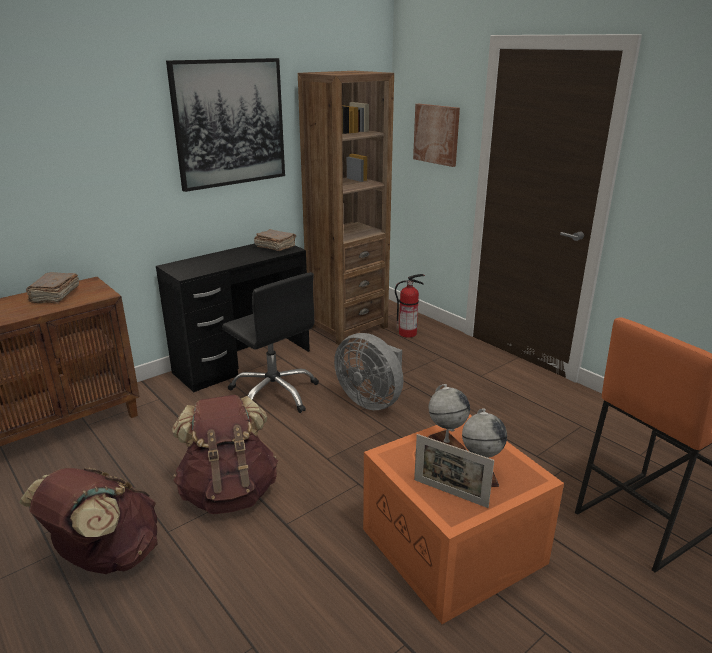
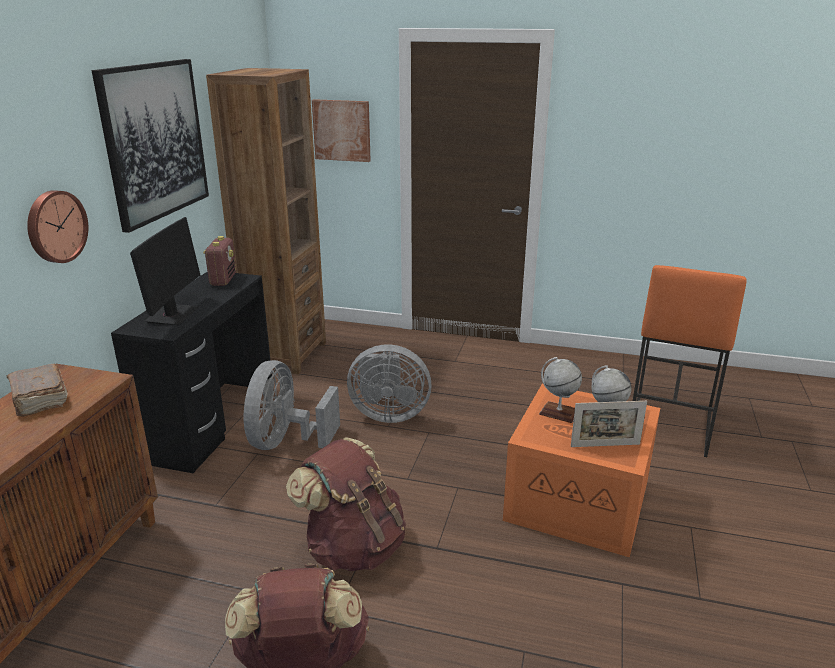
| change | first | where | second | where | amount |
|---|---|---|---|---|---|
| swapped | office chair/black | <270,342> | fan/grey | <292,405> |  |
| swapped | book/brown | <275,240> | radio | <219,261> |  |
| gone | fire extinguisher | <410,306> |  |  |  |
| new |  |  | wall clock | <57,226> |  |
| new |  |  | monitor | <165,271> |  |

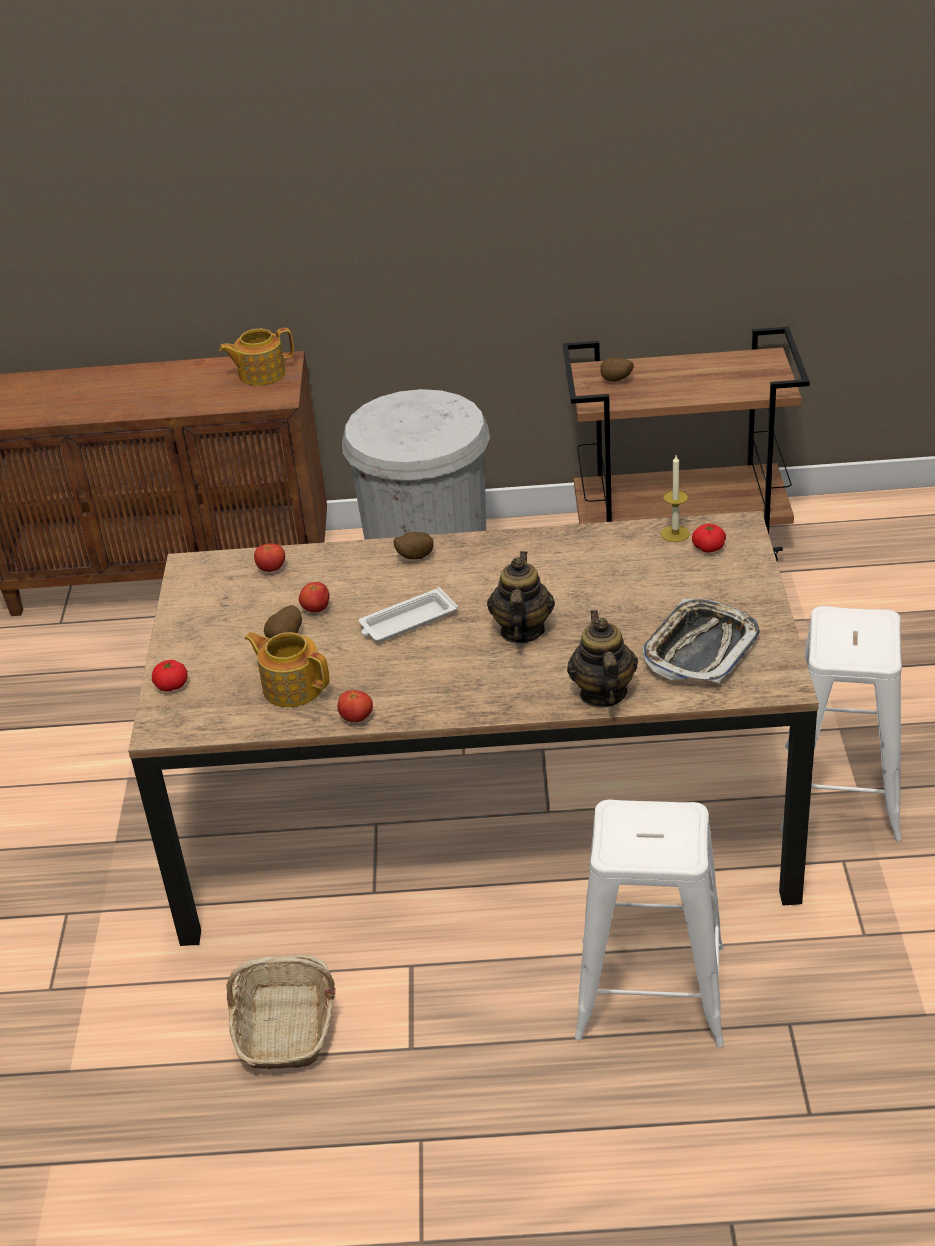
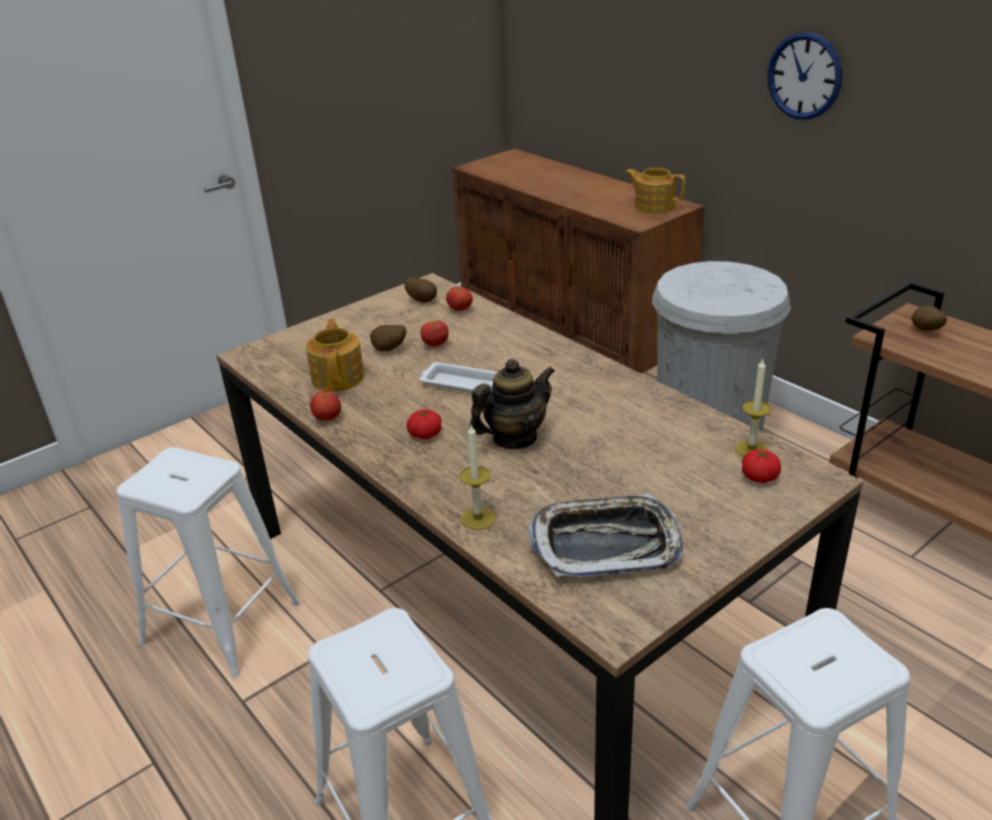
| change | first | where | second | where | amount |
|---|---|---|---|---|---|
| shifted | tomato | <169,676> |  | <424,424> |  |
| swapped | basket | <281,1012> | stool/white | <208,562> |  |
| shifted | potato | <414,546> |  | <421,290> |  |
| swapped | teapot | <602,659> | candle | <478,477> |  |
| new |  |  | wall clock | <805,76> |  |

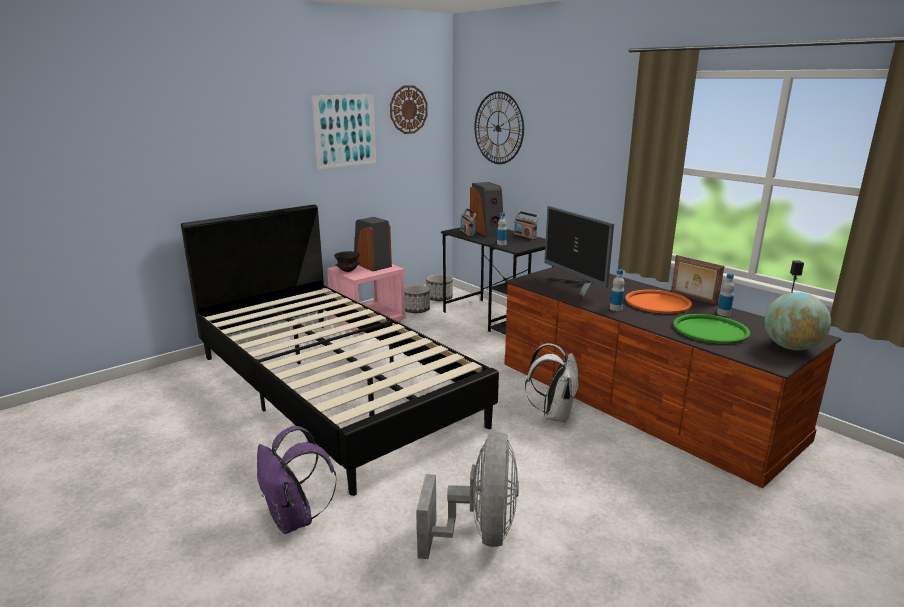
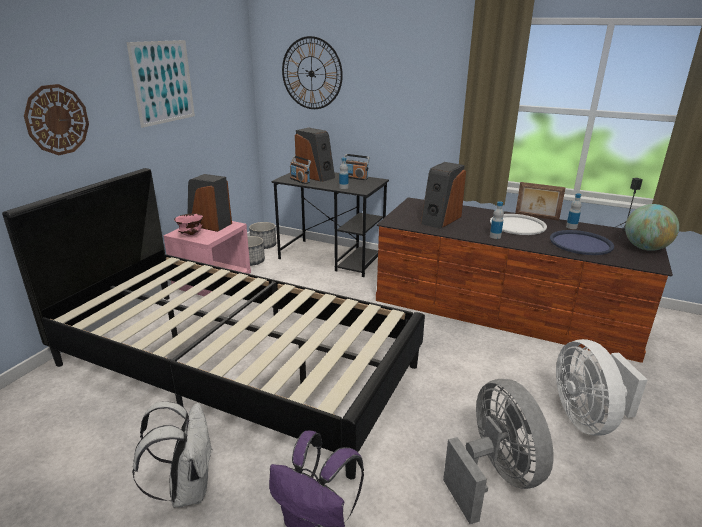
| change | first | where | second | where | amount |
|---|---|---|---|---|---|
| repainted | bowl/black | <347,261> | bowl/pink | <188,225> |  |
| shifted | wall clock | <409,109> |  | <56,119> |  |
| shifted | backpack/white | <552,383> |  | <172,454> |  |
| swapped | monitor | <579,252> | speaker | <443,195> |  |
| repainted | tray/orange | <658,302> | tray/white | <518,224> |  |
| repainted | tray/green | <711,329> | tray/blue | <582,242> |  |
| new |  |  | fan/white | <601,387> |  |

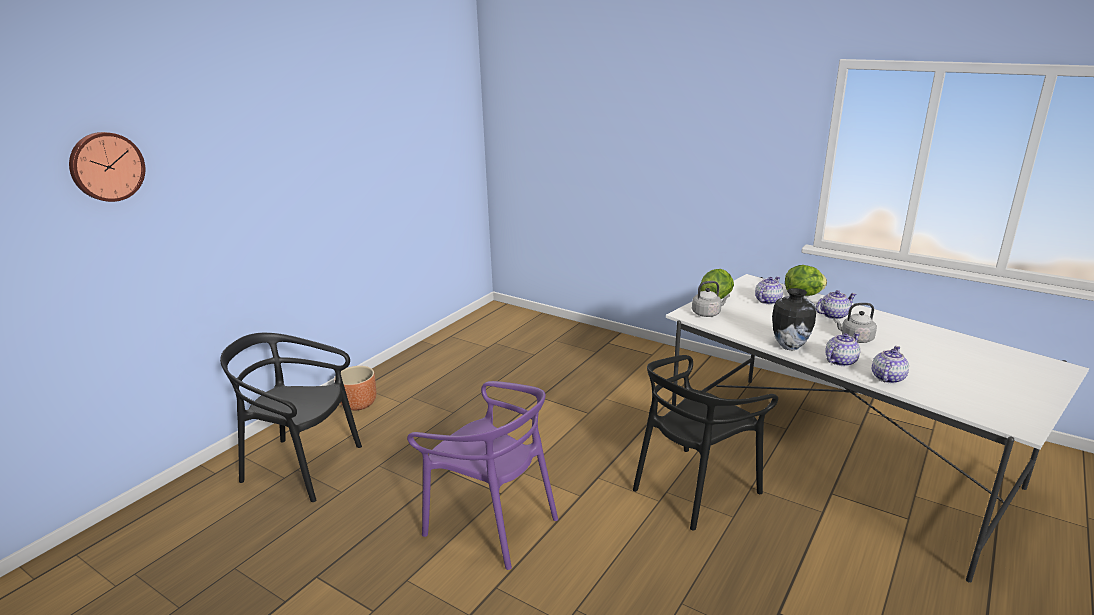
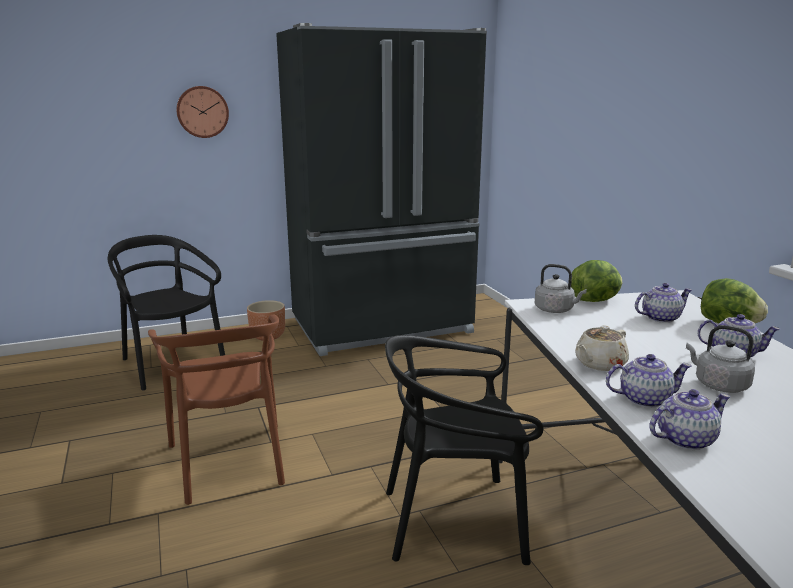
| change | first | where | second | where | amount |
|---|---|---|---|---|---|
| shifted | wall clock | <107,167> |  | <202,112> |  |
| repainted | chair/purple | <482,475> | chair/brown | <216,410> |  |
| swapped | vase | <794,319> | teapot/beige | <602,348> |  |
| new |  |  | fridge/black | <381,189> |  |

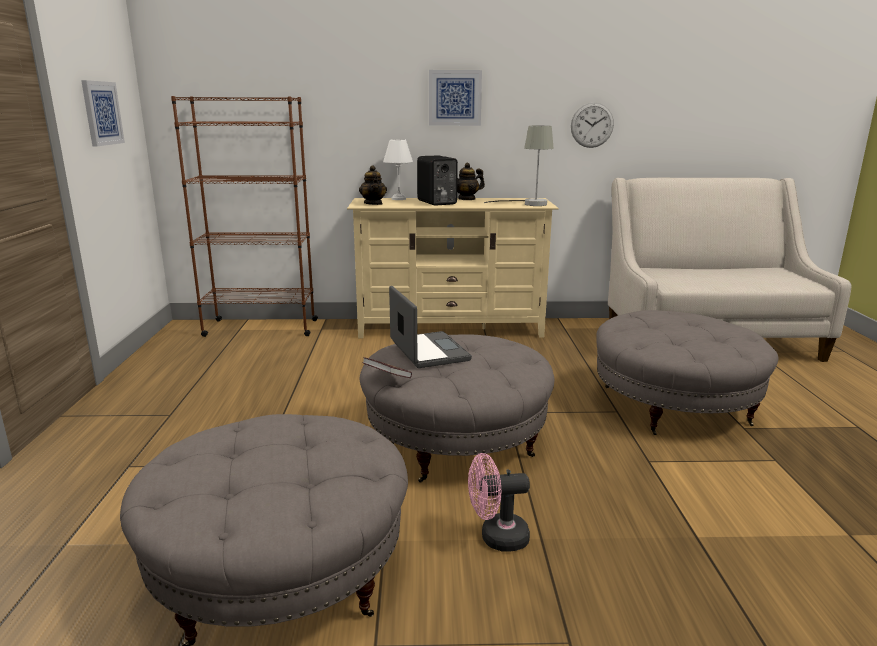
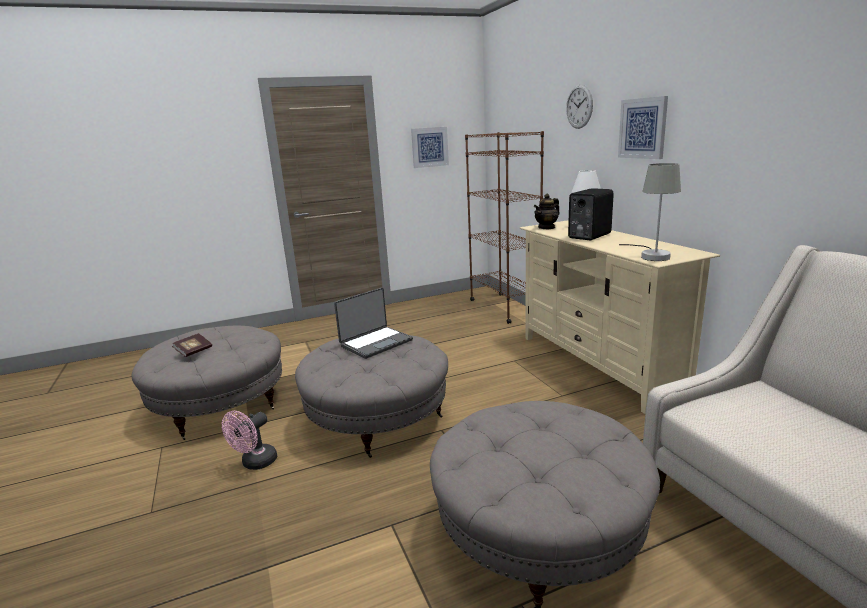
| change | first | where | second | where | amount |
|---|---|---|---|---|---|
| shifted | book | <387,367> |  | <192,345> |  |
| gone | teapot | <471,181> |  |  |  |
| rotated | fan/pink | <499,502> |  | <249,440> | 120 degrees counterclockwise |
| shifted | wall clock | <592,125> |  | <579,106> |  |

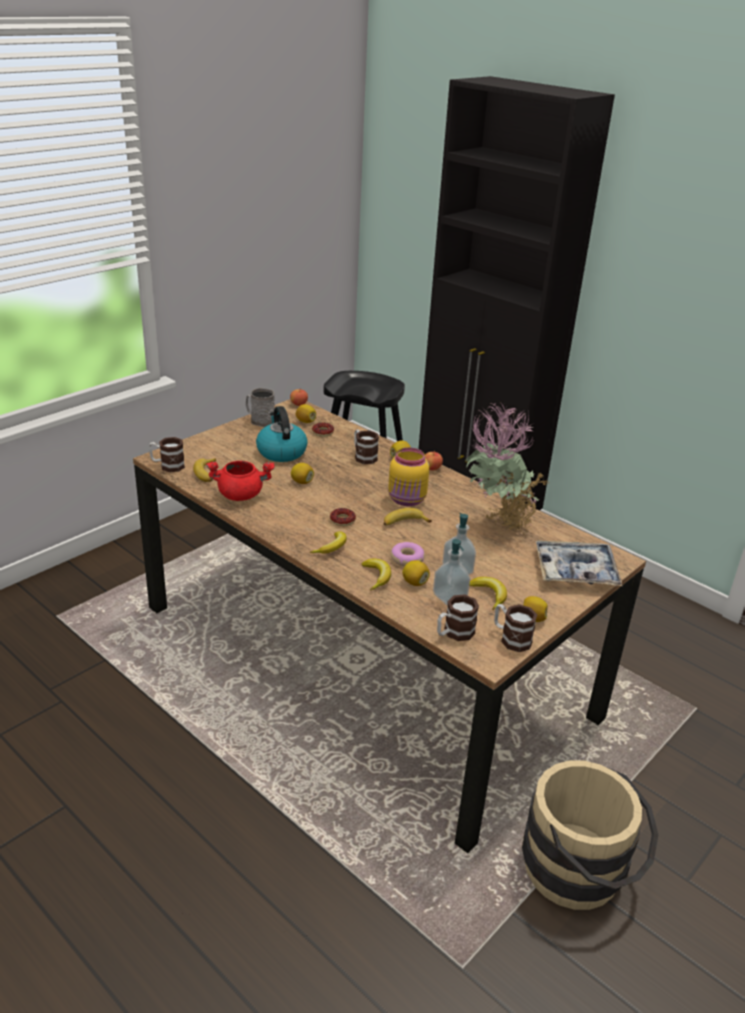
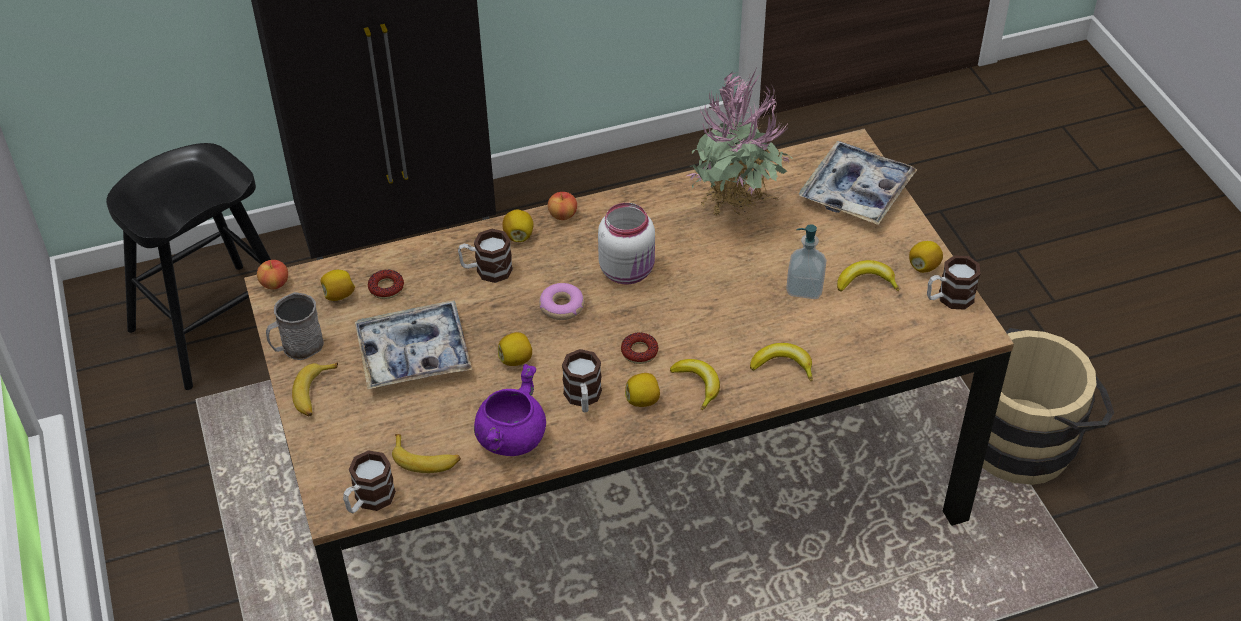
| change | first | where | second | where | amount |
|---|---|---|---|---|---|
| repainted | cooking pot/red | <240,481> | cooking pot/purple | <510,410> |  |
| swapped | kettle | <282,434> | tray | <413,345> |  |
| shifted | banana | <408,517> |  | <315,390> |  |
| repainted | jar/yellow | <408,476> | jar/white | <626,243> |  |
| shifted | donut | <408,554> |  | <561,301> |  |
| shifted | lemon | <416,573> |  | <642,390> |  |
| gone | soap dispenser | <451,572> |  |  |  |
| shifted | mug | <458,618> |  | <582,380> |  |

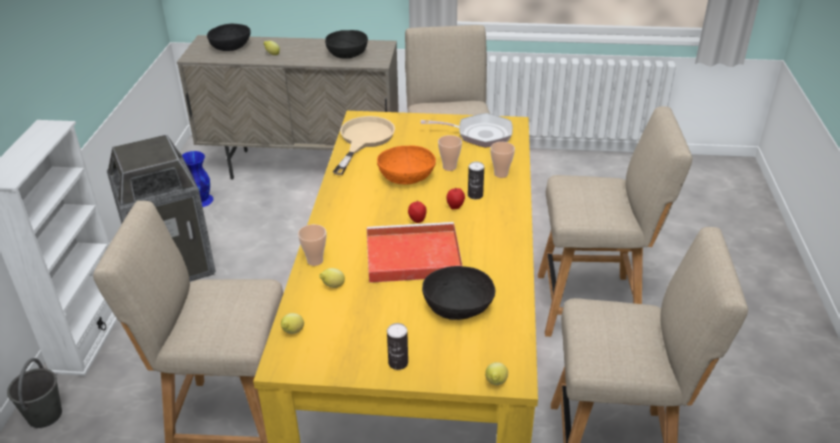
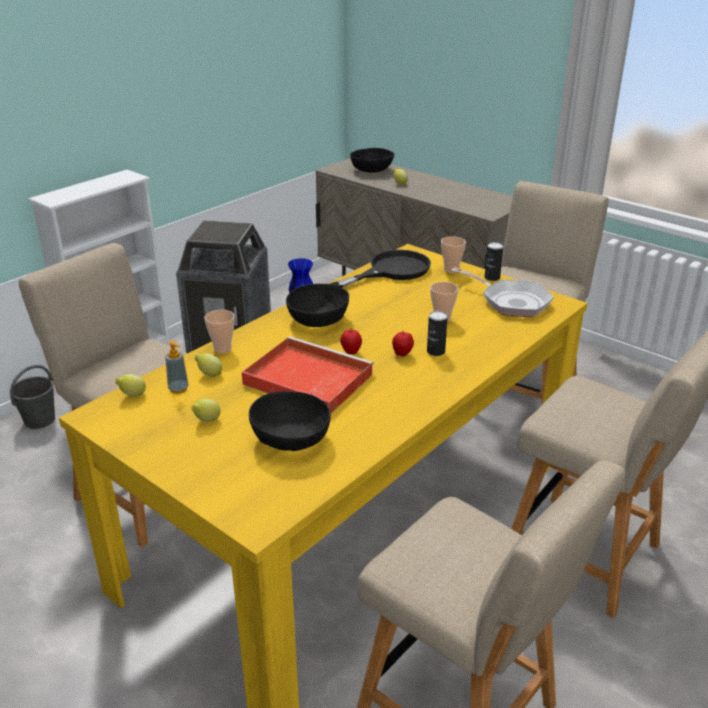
| change | first | where | second | where | amount |
|---|---|---|---|---|---|
| shifted | bowl/black | <346,44> |  | <317,305> |  |
| repainted | frying pan/beige | <364,145> | frying pan/black | <380,269> |  |
| gone | bowl/orange | <406,165> |  |  |  |
| shifted | can | <397,346> |  | <494,261> |  |
| shifted | lemon | <496,373> |  | <206,410> |  |
| shifted | cup | <502,160> |  | <453,254> |  |
| new |  |  | soap dispenser | <177,367> |  |

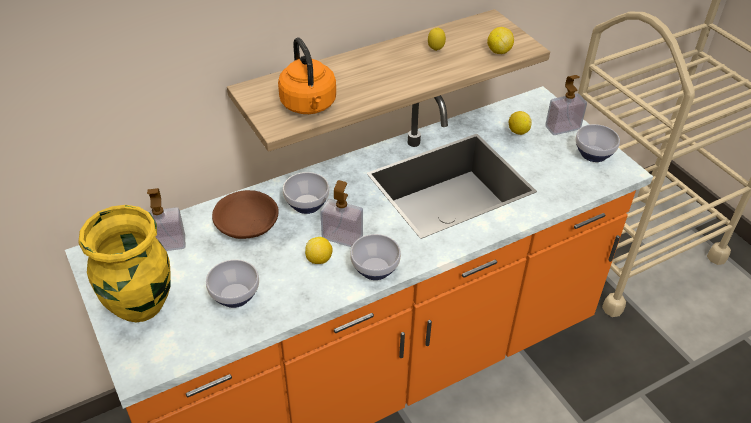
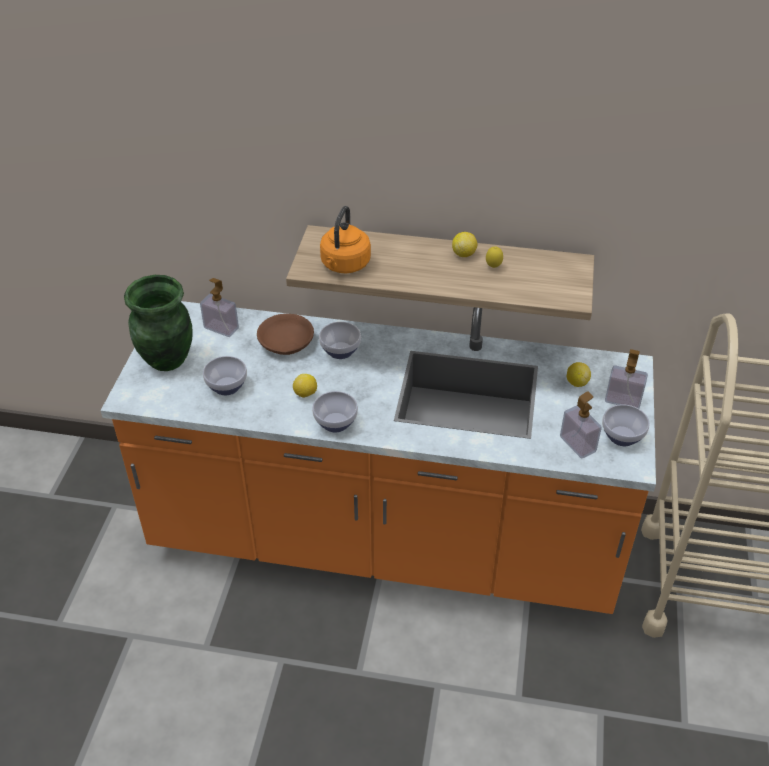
| change | first | where | second | where | amount |
|---|---|---|---|---|---|
| repainted | vase/yellow | <125,263> | vase/green | <158,323> |  |
| shifted | soap dispenser | <342,213> |  | <581,425> |  |
| shifted | lemon | <500,40> |  | <464,244> |  |

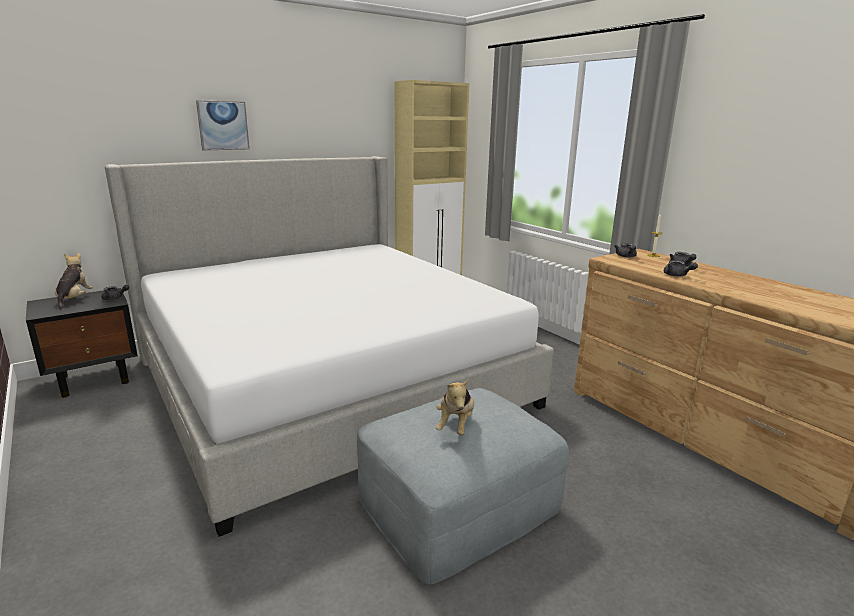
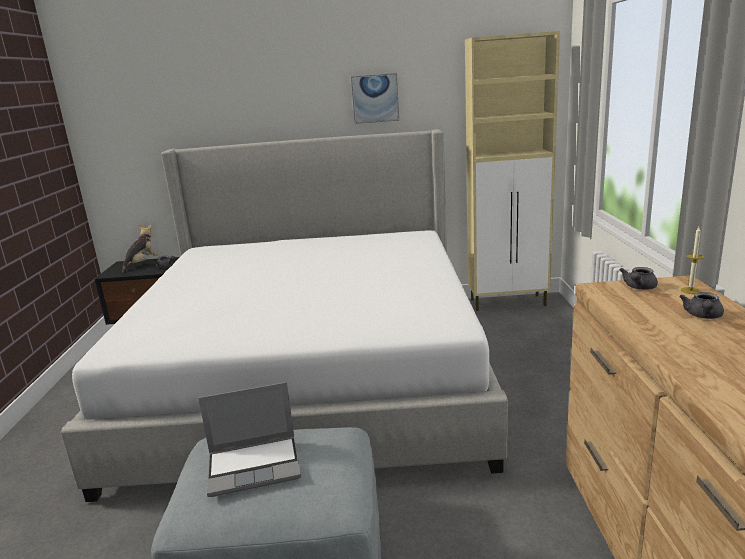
| change | first | where | second | where | amount |
|---|---|---|---|---|---|
| shifted | picture | <223,125> |  | <375,98> |  |
| swapped | plush toy | <455,406> | laptop | <249,439> |  |
| gone | teapot/grey | <681,268> |  |  |  |

